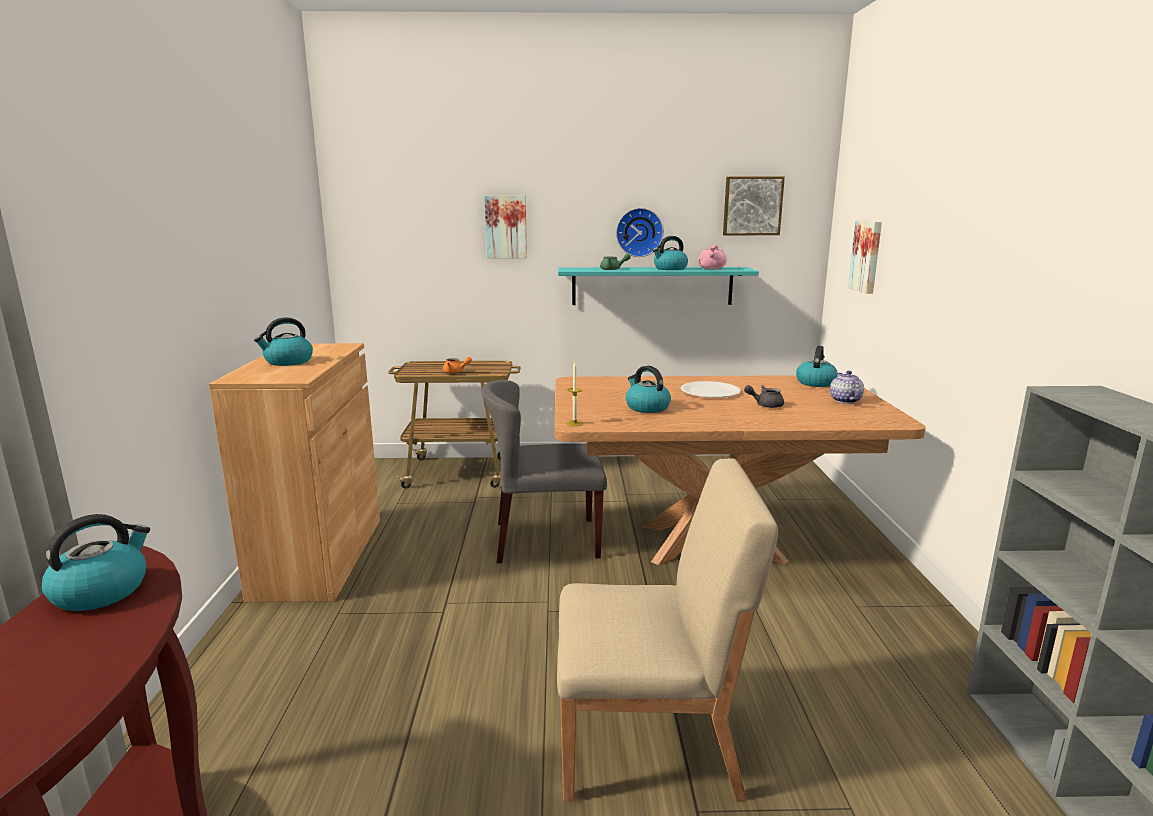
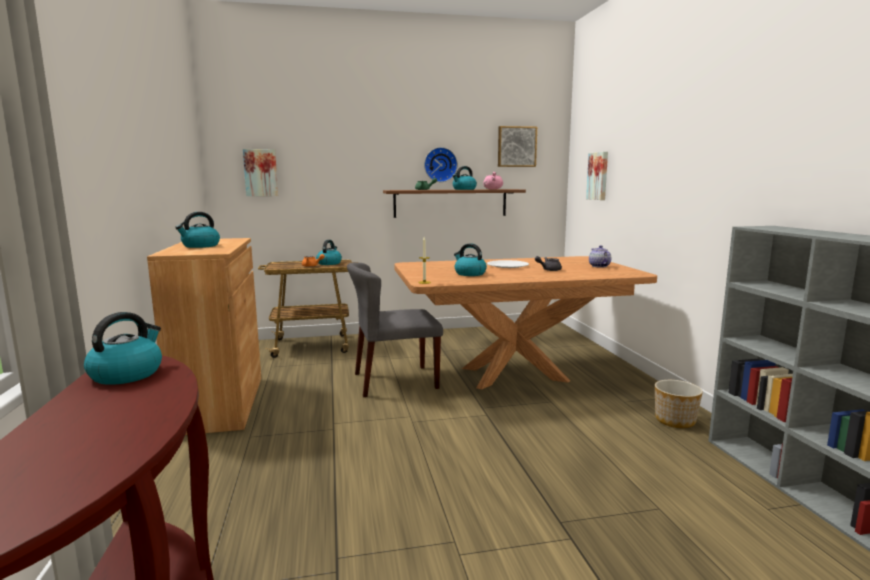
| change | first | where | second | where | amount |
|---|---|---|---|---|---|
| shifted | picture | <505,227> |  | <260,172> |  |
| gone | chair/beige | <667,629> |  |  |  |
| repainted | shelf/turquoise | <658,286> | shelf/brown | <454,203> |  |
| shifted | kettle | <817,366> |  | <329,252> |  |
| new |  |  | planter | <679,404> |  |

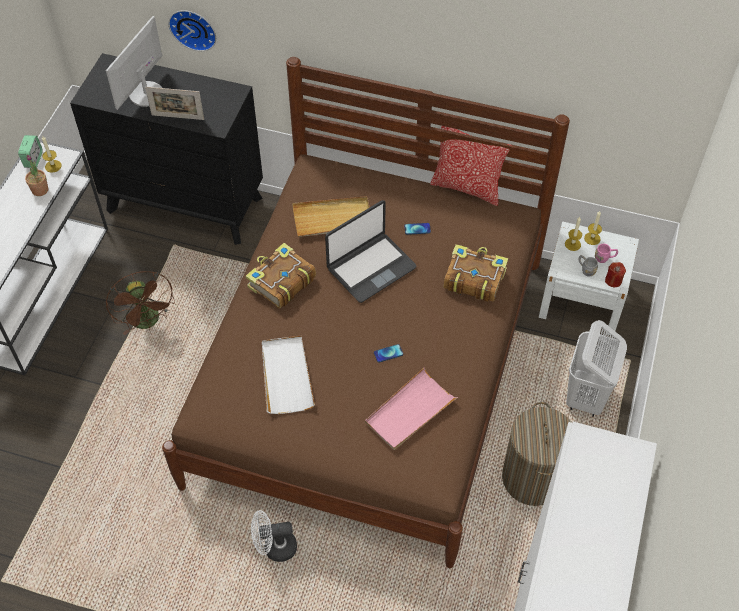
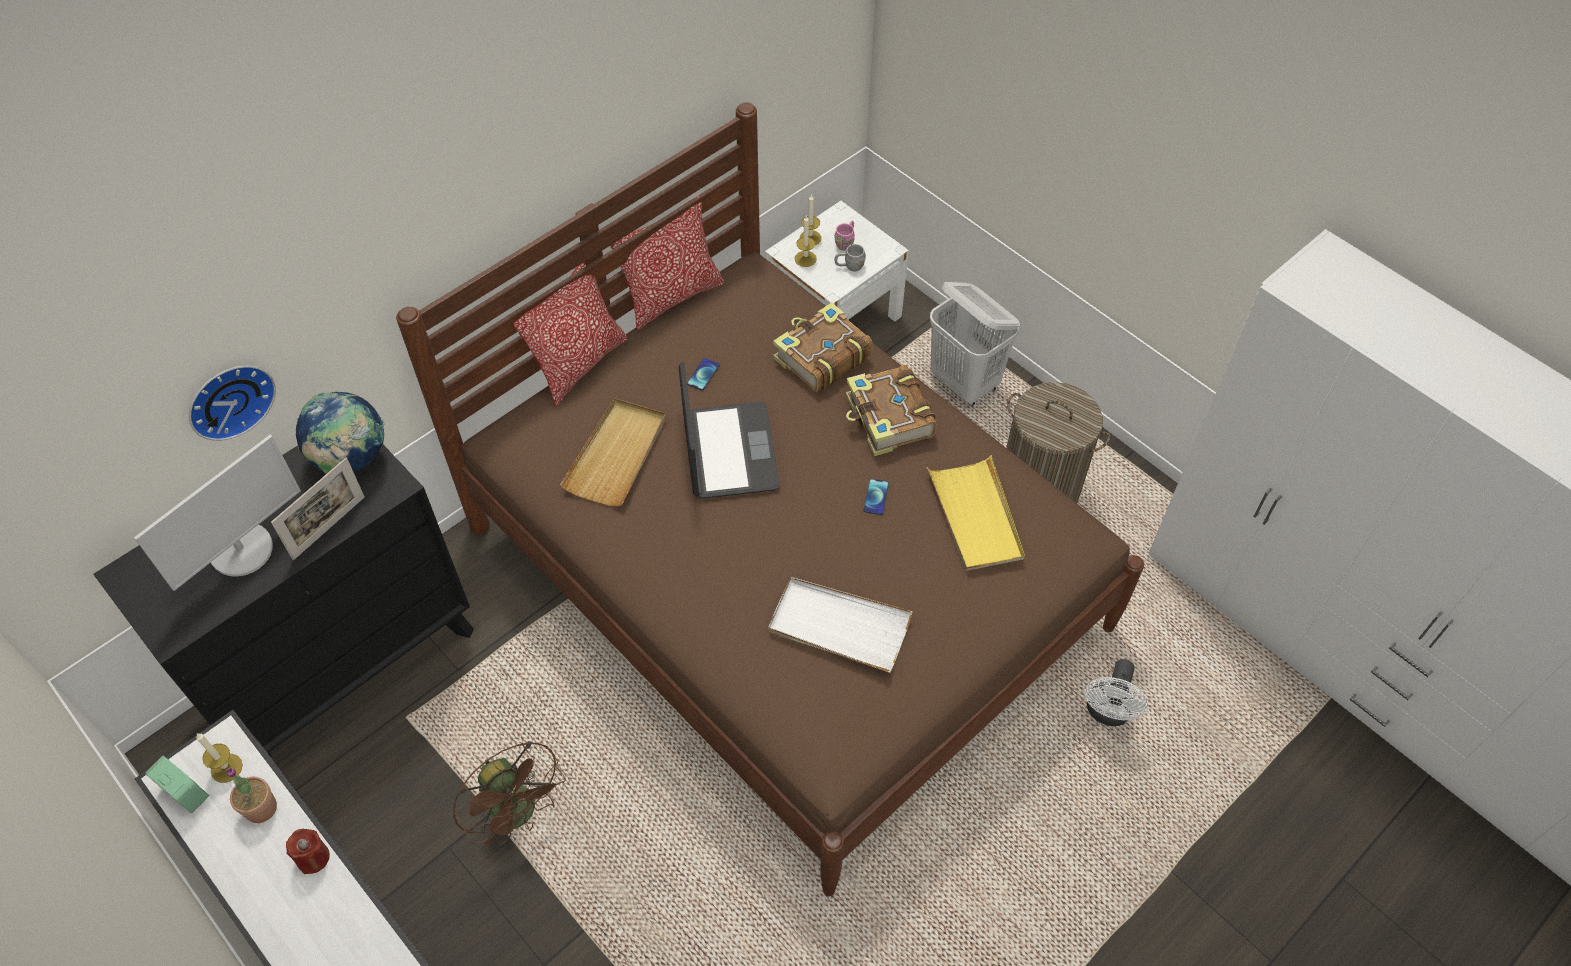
| change | first | where | second | where | amount |
|---|---|---|---|---|---|
| rotated | monitor | <134,63> |  | <217,513> | 105 degrees counterclockwise |
| rotated | fan/brown | <140,303> |  | <508,794> | 45 degrees clockwise |
| shifted | book | <281,276> |  | <891,410> |  |
| shifted | fan/white | <274,536> |  | <1116,692> |  |
| repainted | tray/pink | <411,409> | tray/yellow | <976,513> |  |
| shifted | candle/red | <615,274> |  | <308,851> |  |
| new |  |  | globe | <340,433> |  |
| new |  |  | pillow | <570,334> |  |

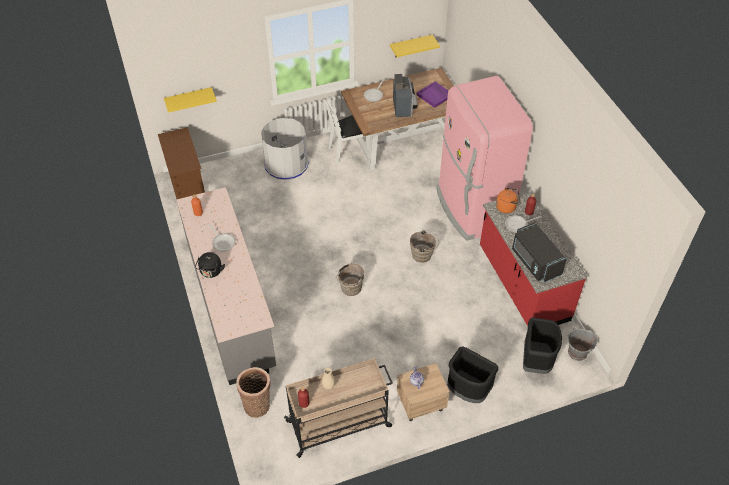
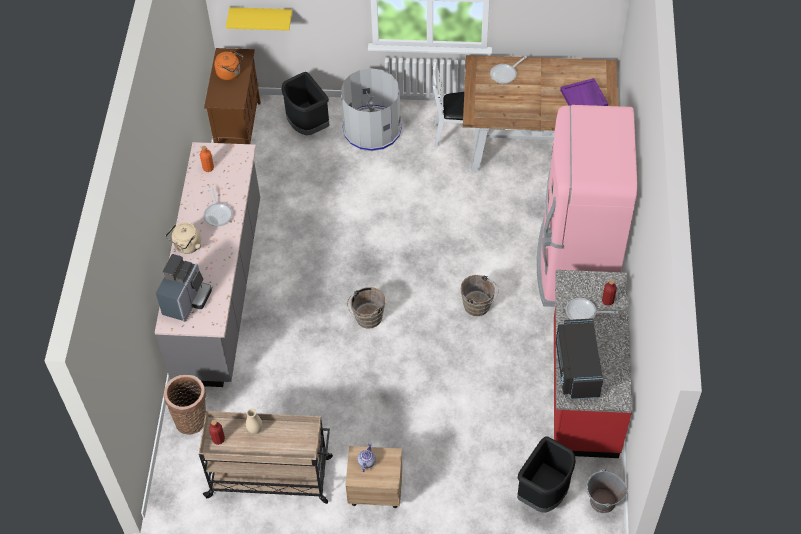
| change | first | where | second | where | amount |
|---|---|---|---|---|---|
| repainted | kettle/black | <210,265> | kettle/beige | <183,238> |  |
| gone | shelf/yellow | <415,46> |  |  |  |
| shifted | coffee machine | <405,95> |  | <184,288> |  |
| shifted | trash can/black | <473,374> |  | <305,103> |  |
| shifted | kettle/orange | <508,200> |  | <228,65> |  |

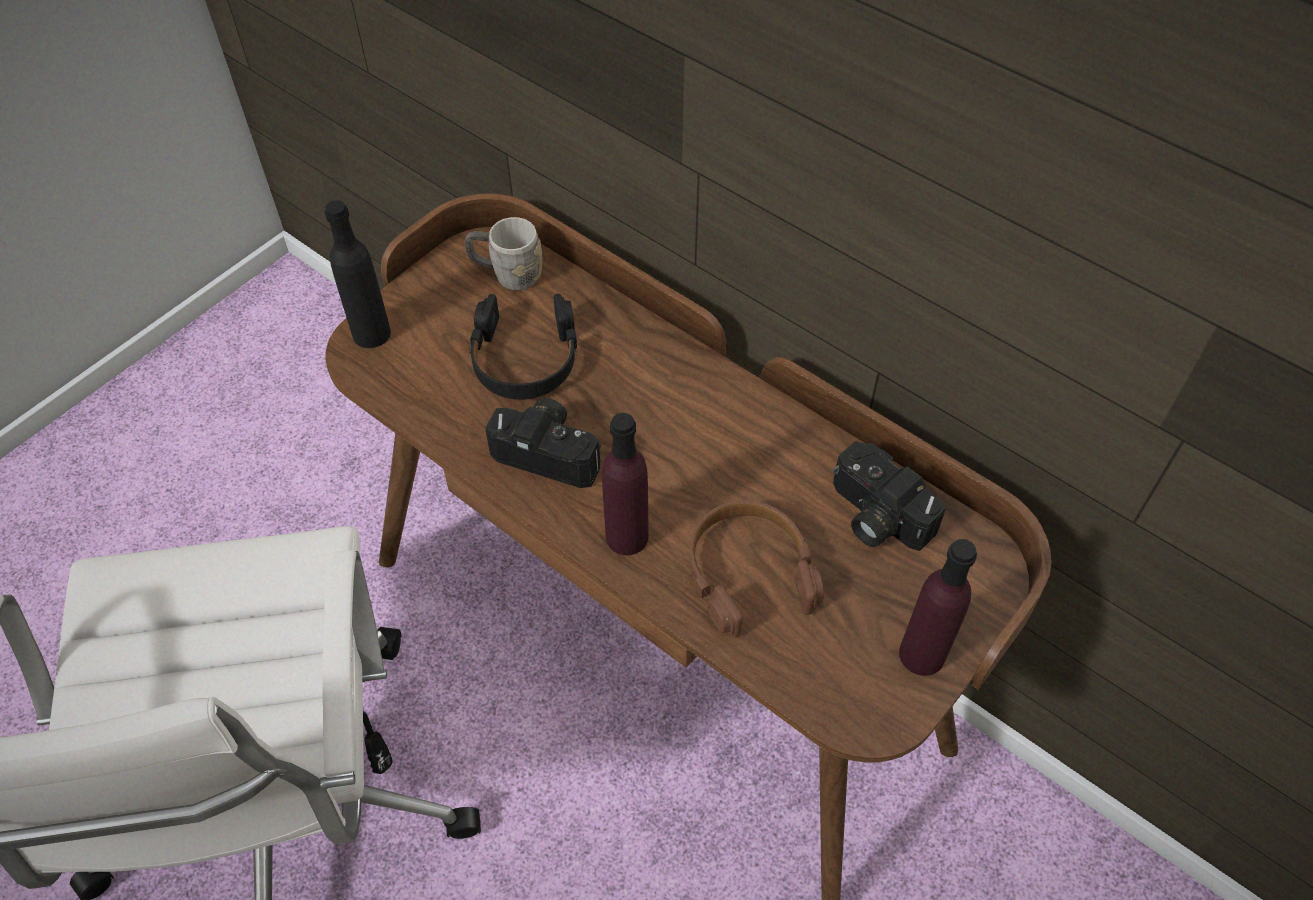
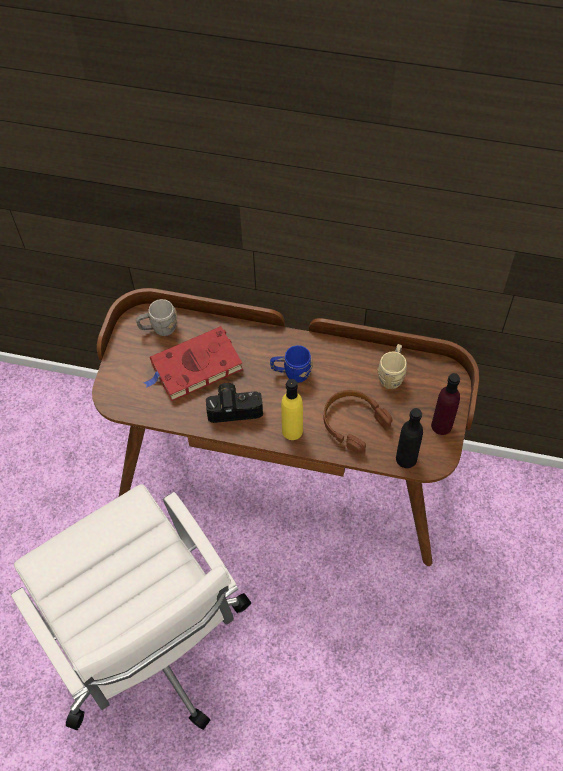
| change | first | where | second | where | amount |
|---|---|---|---|---|---|
| shifted | bottle/black | <358,274> |  | <409,438> |  |
| swapped | headphones/black | <523,347> | book/red | <193,363> |  |
| repainted | bottle/purple | <625,484> | bottle/yellow | <292,409> |  |
| swapped | photo camera | <889,496> | mug/beige | <392,366> |  |
| new |  |  | mug/blue | <291,364> |  |

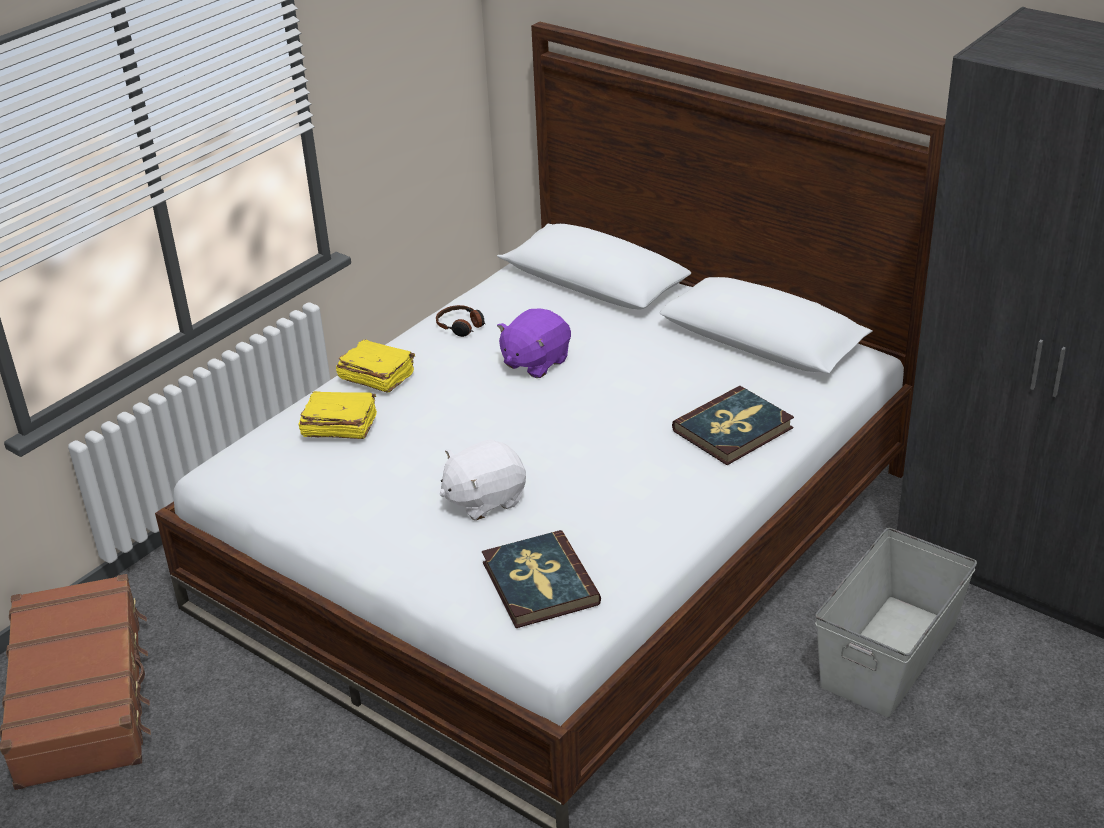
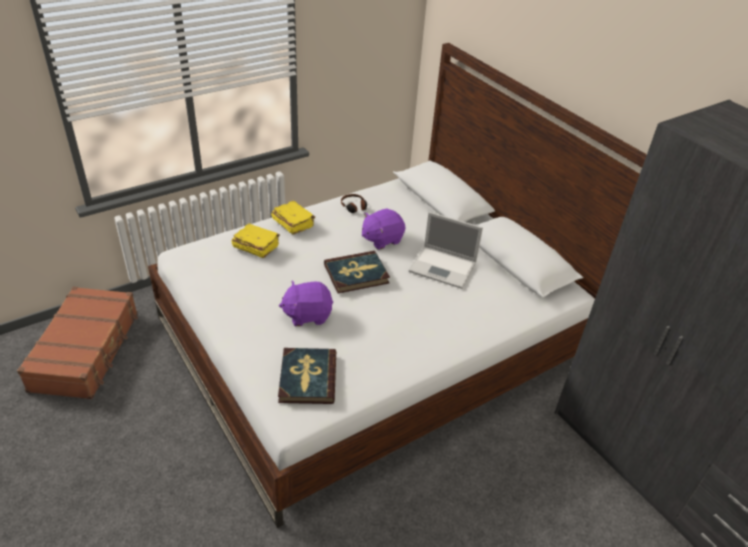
| change | first | where | second | where | amount |
|---|---|---|---|---|---|
| repainted | plush toy/white | <483,480> | plush toy/purple | <306,303> |  |
| shifted | book | <733,425> |  | <357,272> |  |
| gone | storage box/grey | <896,622> |  |  |  |
| new |  |  | laptop | <446,250> |  |

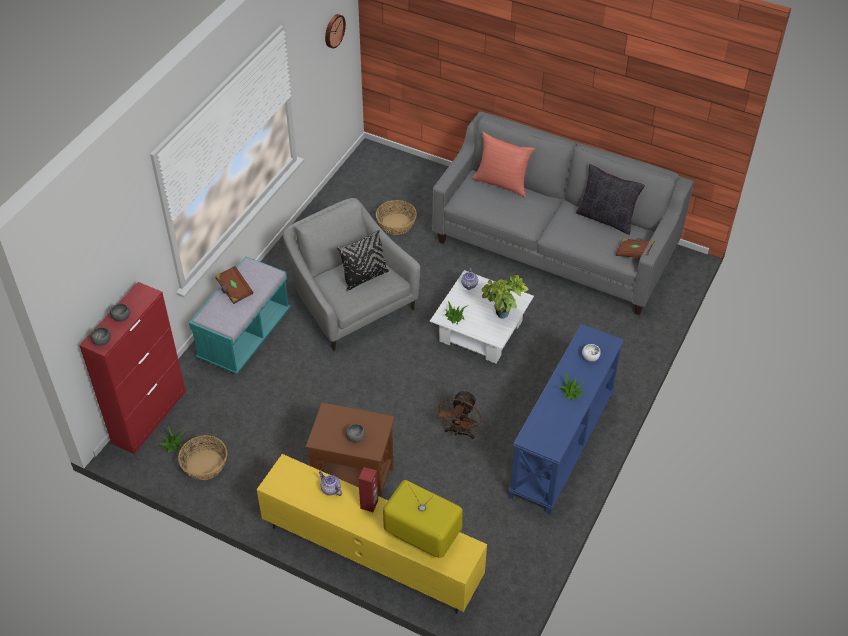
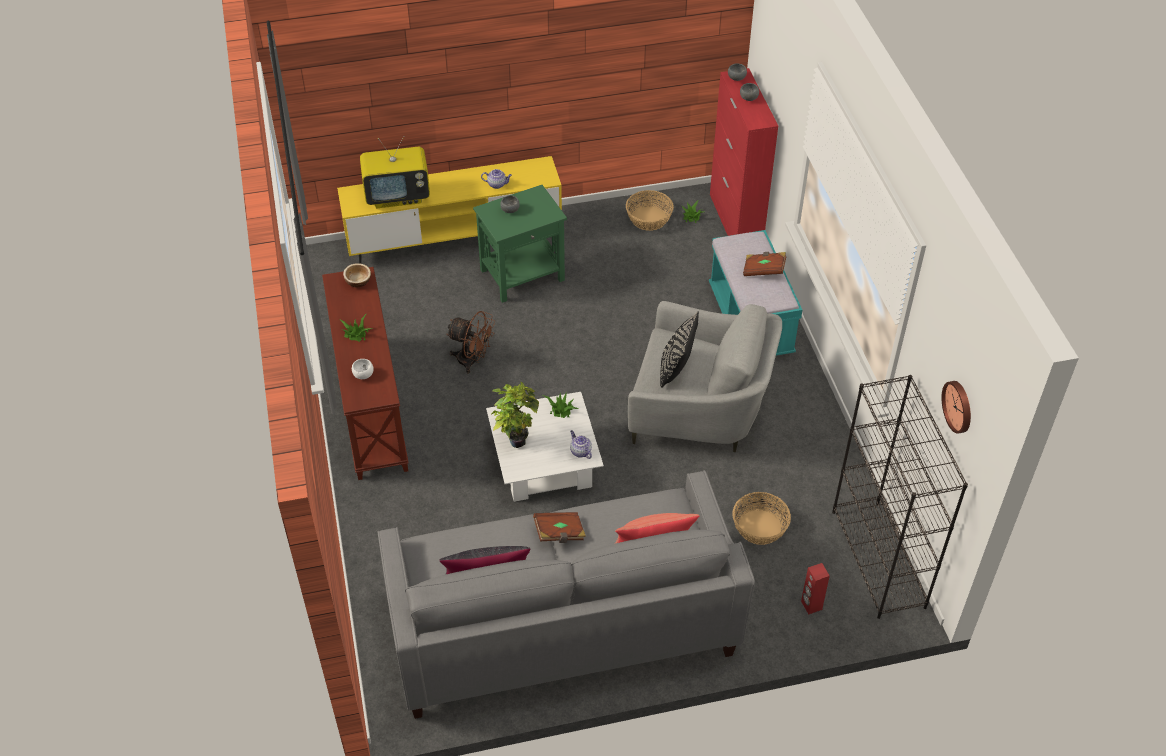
| change | first | where | second | where | amount |
|---|---|---|---|---|---|
| repainted | side table/brown | <350,450> | side table/green | <520,244> |  |
| shifted | speaker/red | <368,489> |  | <815,588> |  |
| rotated | fan/brown | <458,414> |  | <470,342> | 135 degrees clockwise |
| repainted | console table/blue | <566,419> | console table/brown | <365,373> |  |
| shifted | book/brown | <635,248> |  | <559,527> |  |
| new |  |  | bowl | <357,275> |  |
| new |  |  | bookcase/black | <900,497> |  |

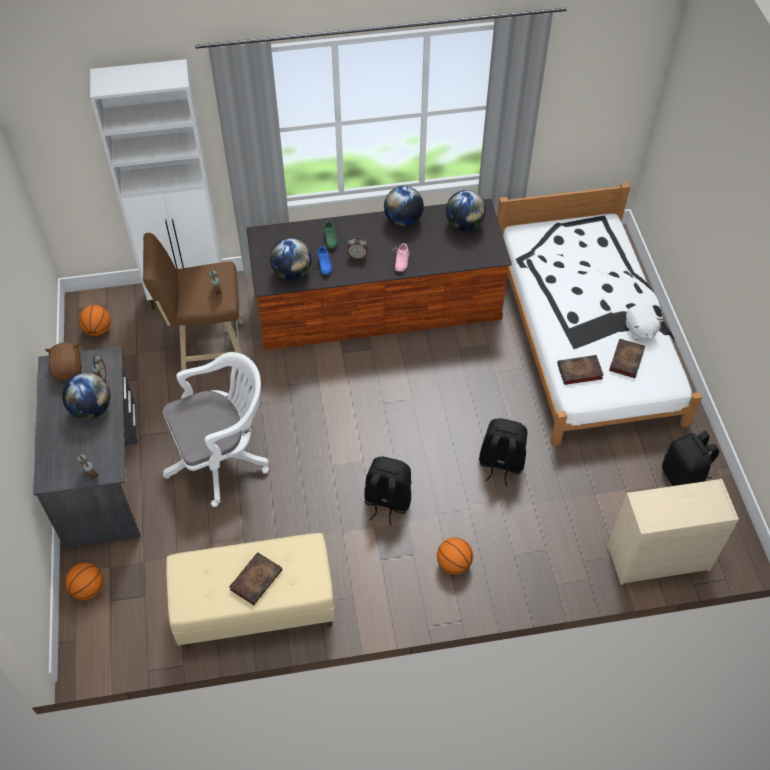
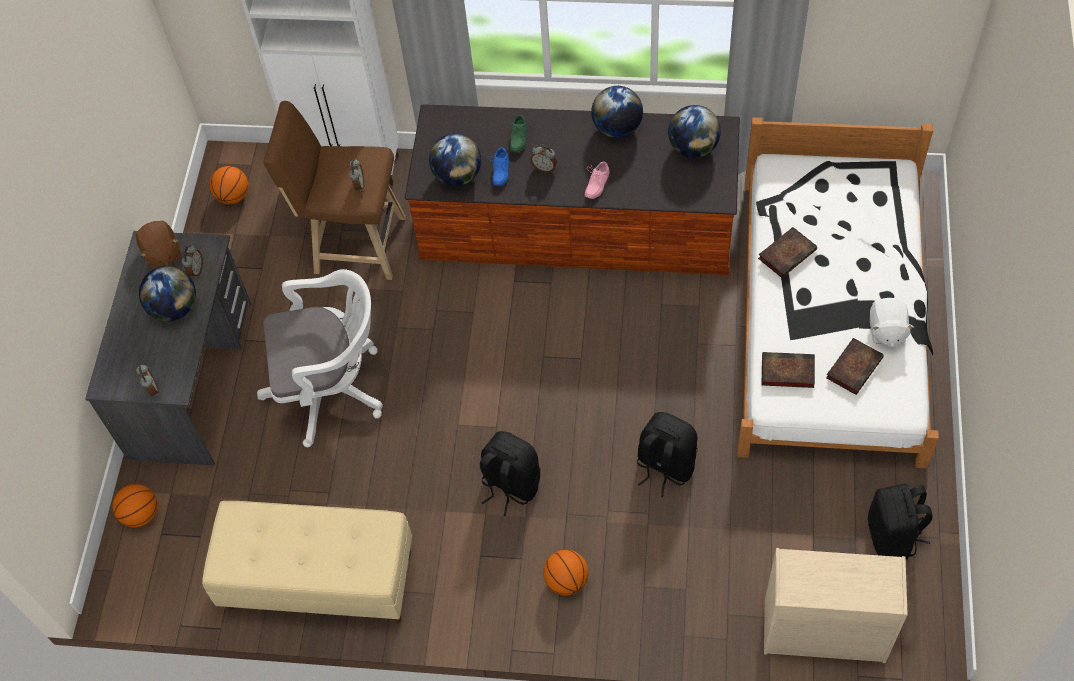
| change | first | where | second | where | amount |
|---|---|---|---|---|---|
| rotated | plush toy/brown | <63,361> |  | <159,245> | 150 degrees clockwise |
| shifted | book | <256,578> |  | <787,252> |  |

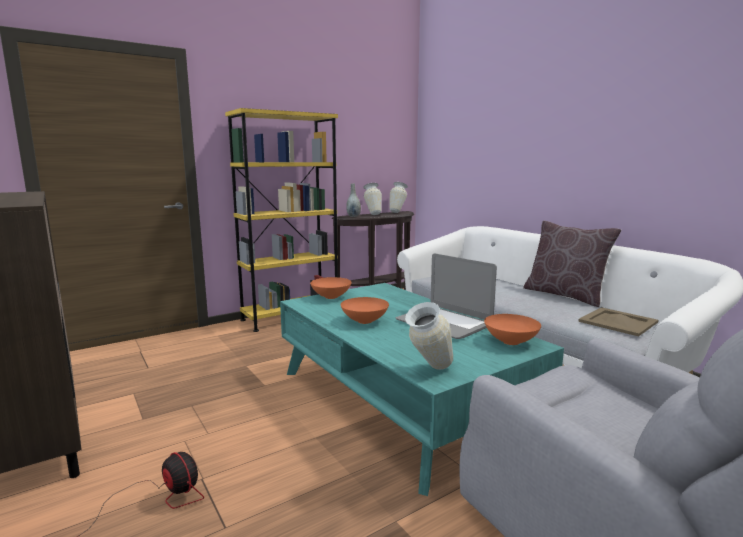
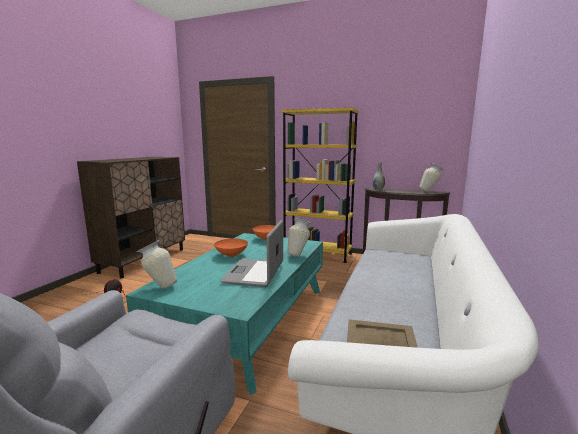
| change | first | where | second | where | amount |
|---|---|---|---|---|---|
| shifted | vase | <372,199> |  | <299,237> |  |
| gone | bowl/orange | <512,329> |  |  |  |
| gone | pillow/brown | <572,264> |  |  |  |

